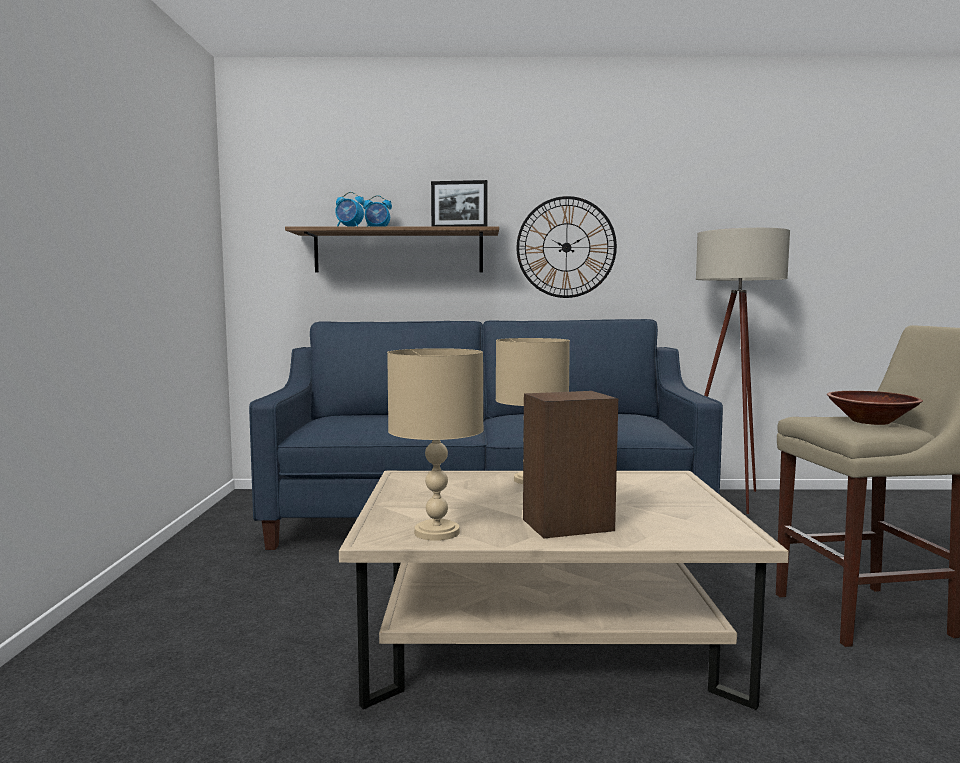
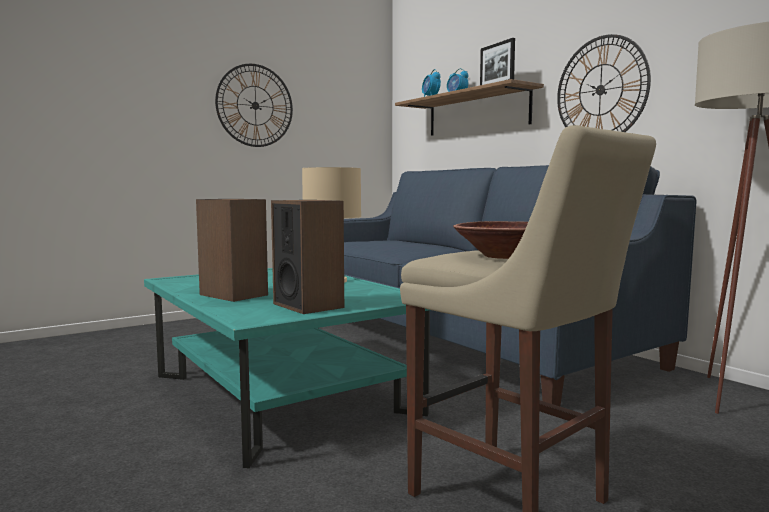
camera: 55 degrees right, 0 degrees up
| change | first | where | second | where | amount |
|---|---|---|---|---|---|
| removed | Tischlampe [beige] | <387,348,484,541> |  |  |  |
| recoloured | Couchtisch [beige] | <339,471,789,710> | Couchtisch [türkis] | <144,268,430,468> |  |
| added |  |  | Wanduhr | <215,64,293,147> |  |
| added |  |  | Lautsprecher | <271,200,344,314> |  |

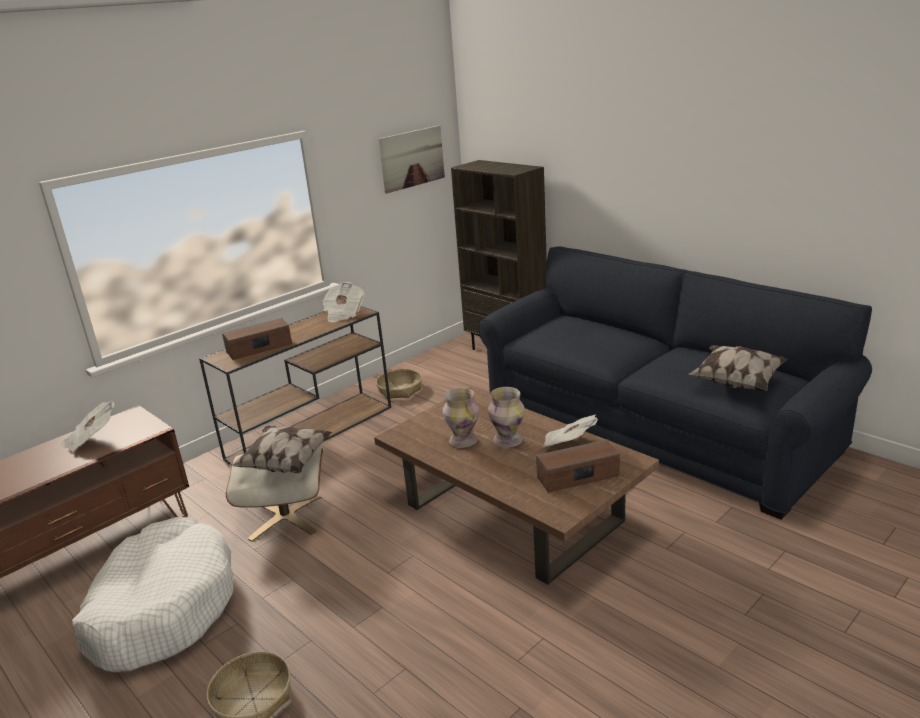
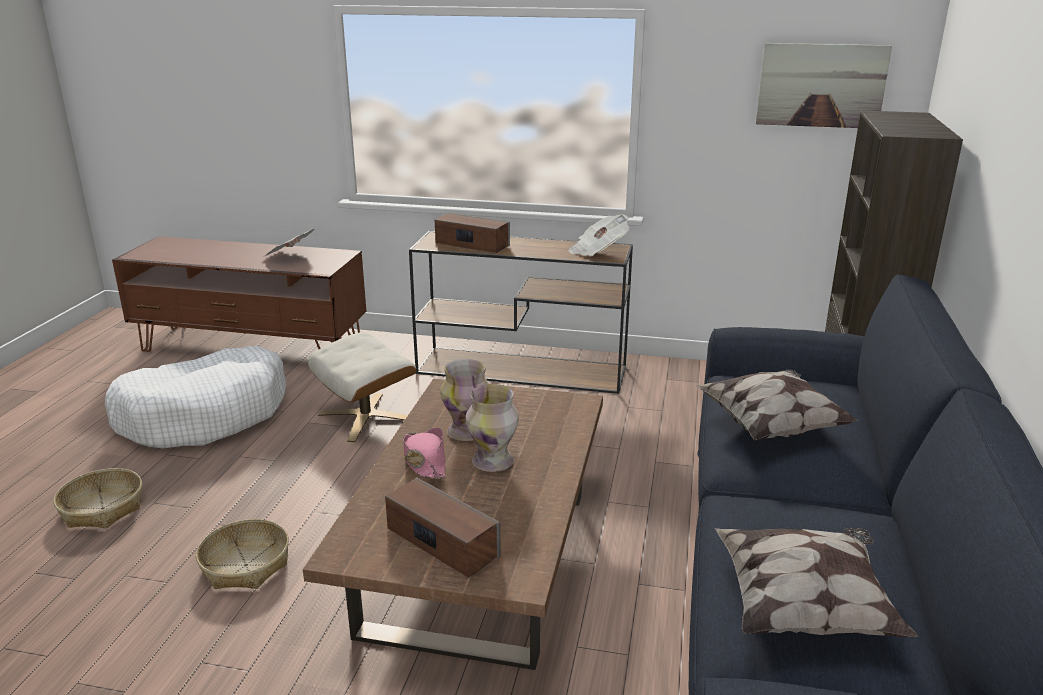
camera: 55 degrees right, 0 degrees up
| change | first | where | second | where | amount |
|---|---|---|---|---|---|
| moved | Korb | <376,369,422,399> |  | <196,519,289,589> |  |
| removed | Zeitung | <542,415,598,448> |  |  |  |
| moved | Kissen | <231,426,332,473> |  | <696,369,858,441> |  |
| added |  |  | Hut [rosa] | <403,427,445,479> |  |

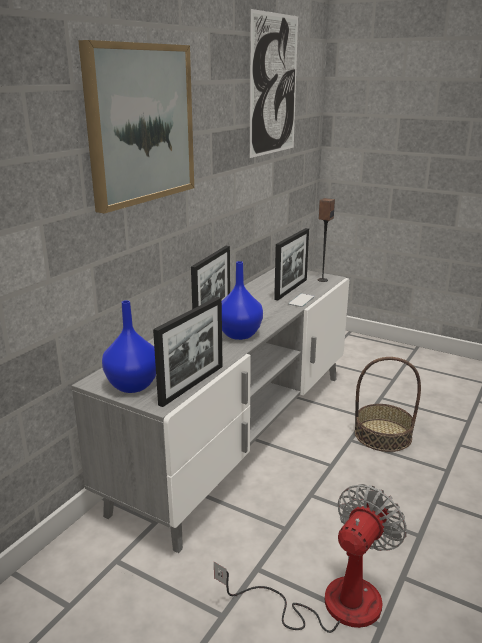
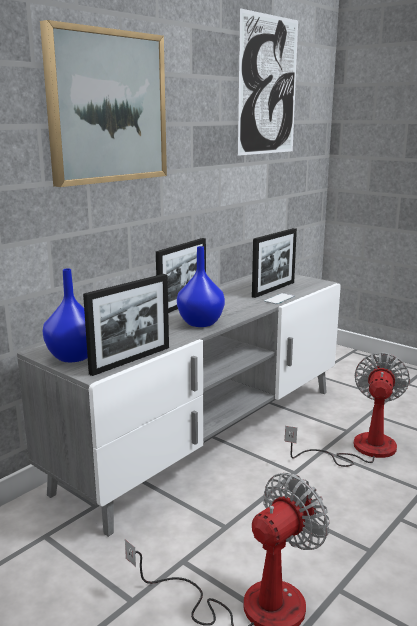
camera: 10 degrees right, 5 degrees down
| change | first | where | second | where | amount |
|---|---|---|---|---|---|
| removed | Lautsprecher | <317,198,335,282> |  |  |  |
| replaced | Korb | <355,357,421,452> | Ventilator | <285,353,410,467> |  |

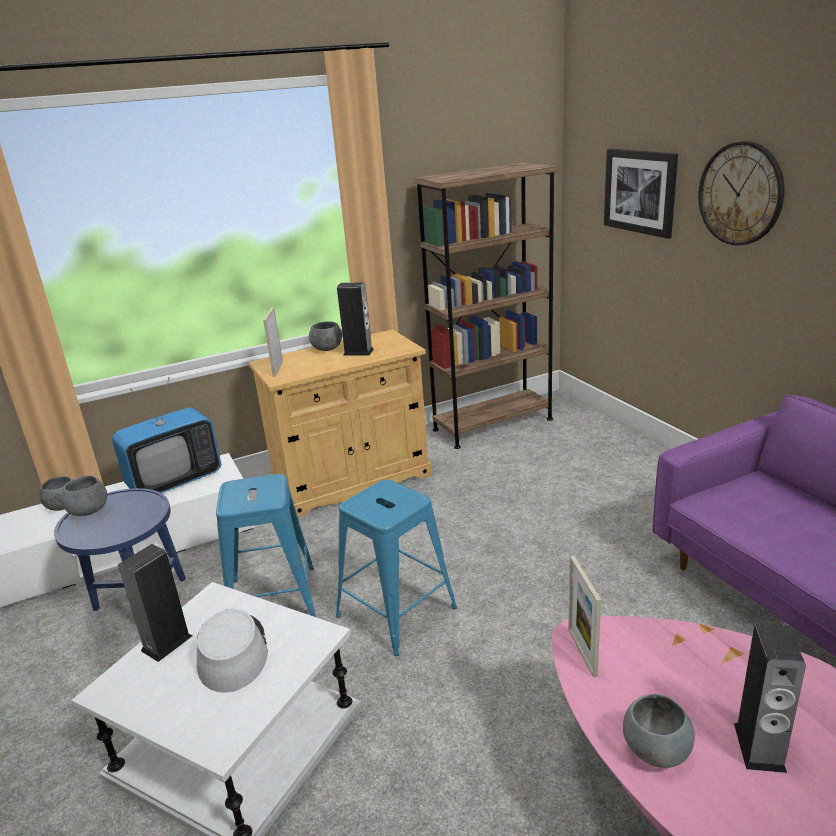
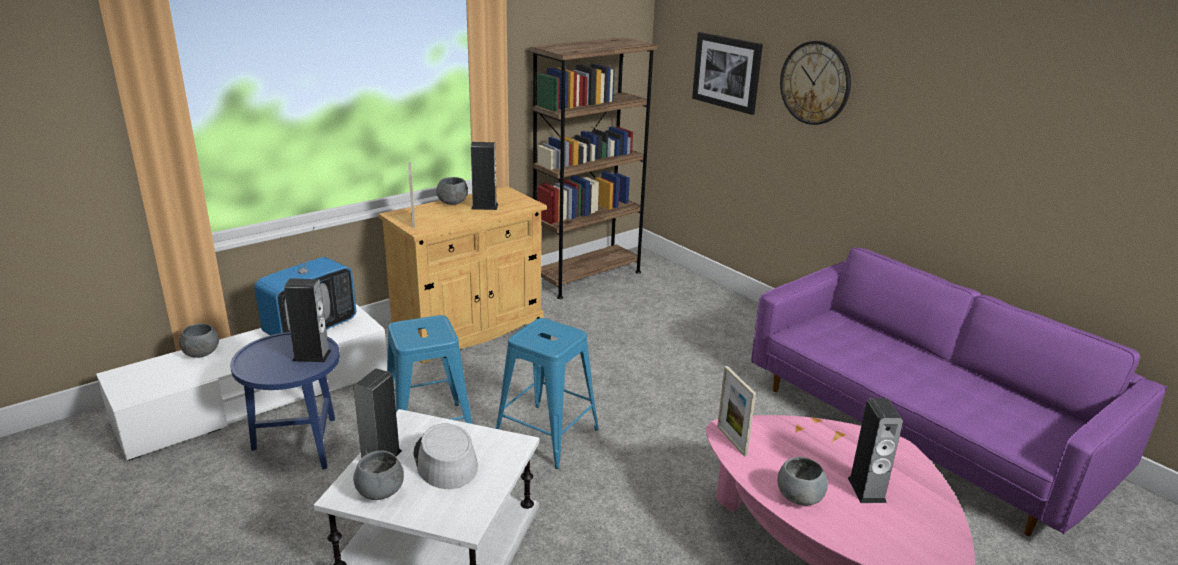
camera: 15 degrees left, 0 degrees up
| change | first | where | second | where | amount |
|---|---|---|---|---|---|
| moved | Schüssel [grau] | <61,476,107,516> |  | <353,451,404,500> |  |
| added |  |  | Lautsprecher | <284,278,331,362> |  |

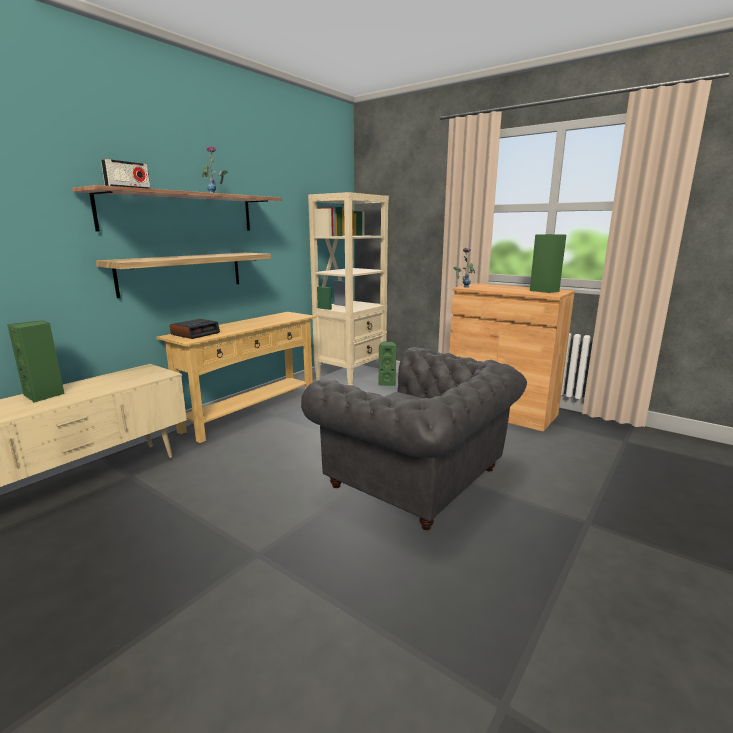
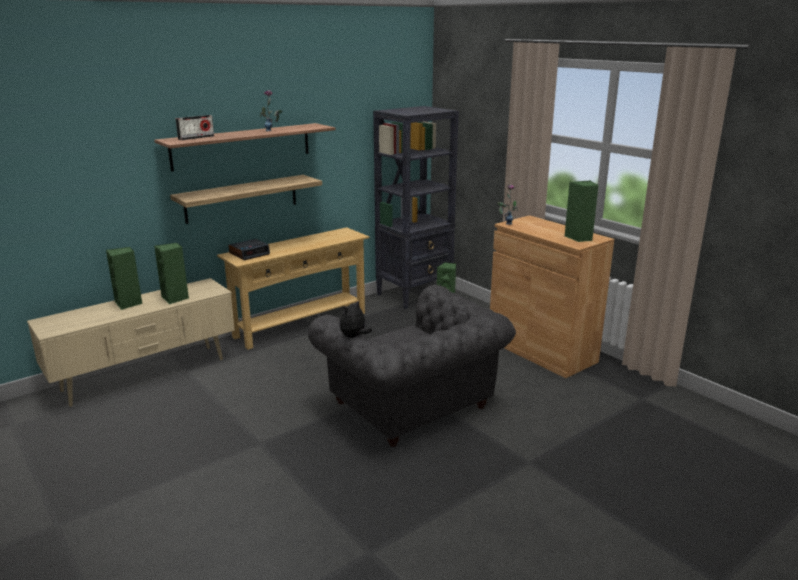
camera: 15 degrees right, 5 degrees up
| change | first | where | second | where | amount |
|---|---|---|---|---|---|
| recoloured | Bücherregal [beige] | <308,192,389,385> | Bücherregal [schwarz] | <373,106,459,309> |  |
| added |  |  | Lautsprecher [grün] | <154,243,189,304> |  |
| added |  |  | Plüschtier | <340,301,372,338> |  |

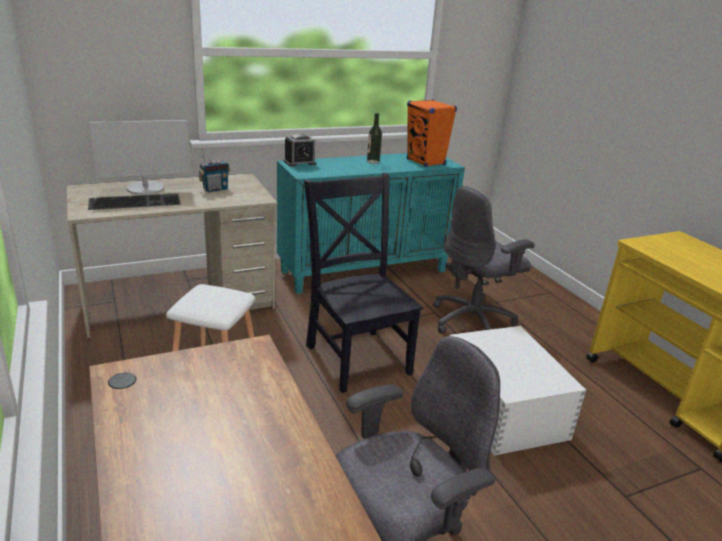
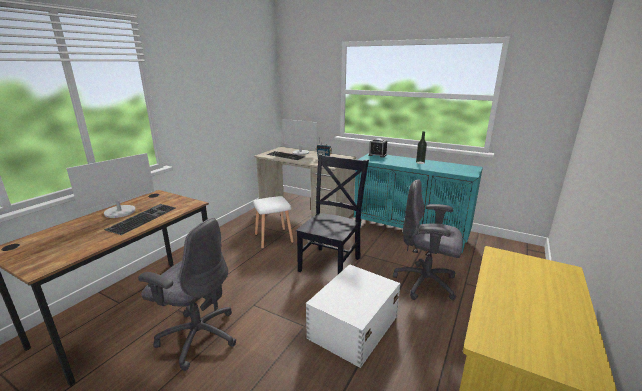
camera: 55 degrees right, 5 degrees down
| change | first | where | second | where | amount |
|---|---|---|---|---|---|
| removed | Lautsprecher [orange] | <407,99,457,167> |  |  |  |
| added |  |  | Monitor | <66,153,154,218> |  |
| added |  |  | Tastatur | <104,204,176,235> |  |

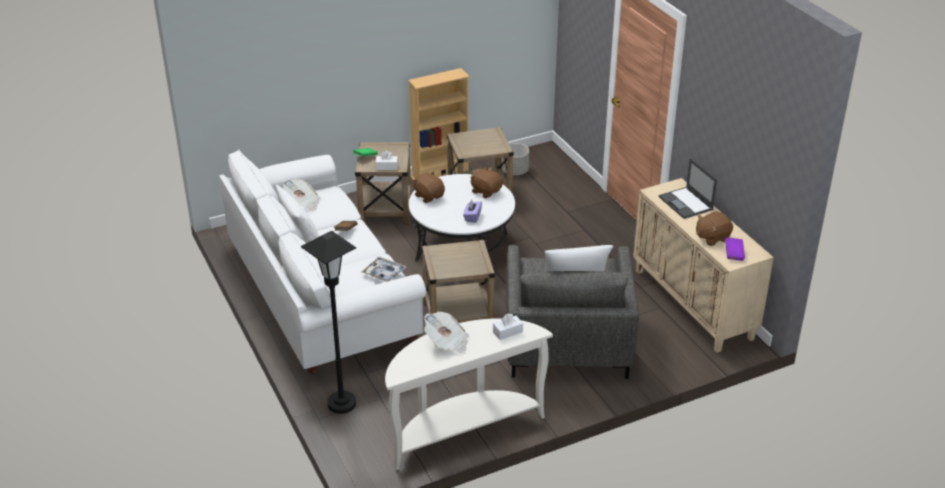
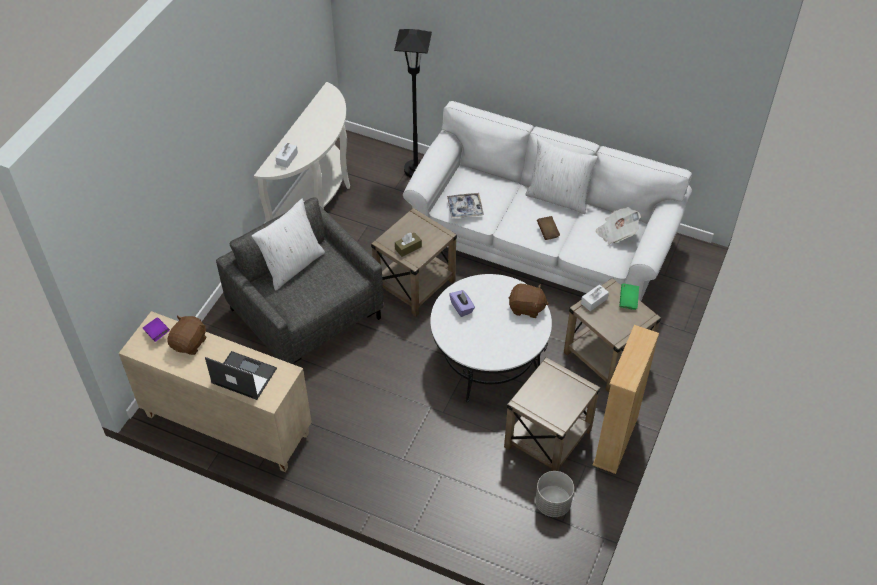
camera: 140 degrees right, 15 degrees up
| change | first | where | second | where | amount |
|---|---|---|---|---|---|
| removed | Plüschtier [braun] | <471,167,503,199> |  |  |  |
| removed | Zeitung | <424,312,469,354> |  |  |  |
| added |  |  | Taschentuchbox [braun] | <395,232,422,257> |  |

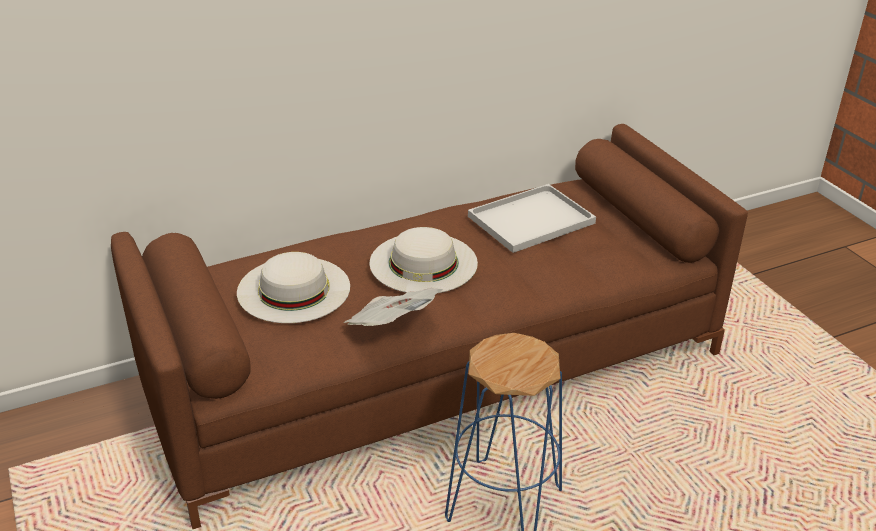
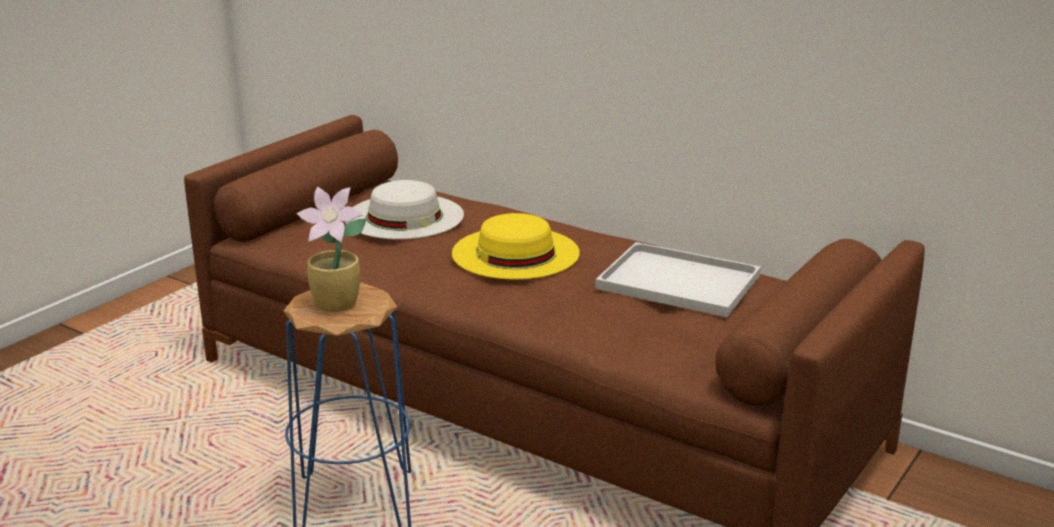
camera: 60 degrees right, 10 degrees down
| change | first | where | second | where | amount |
|---|---|---|---|---|---|
| recoloured | Hut [weiß] | <370,227,478,293> | Hut [gelb] | <452,213,580,280> |  |
| removed | Zeitung | <343,288,443,326> |  |  |  |
| added |  |  | Topfpflanze | <297,186,367,312> |  |

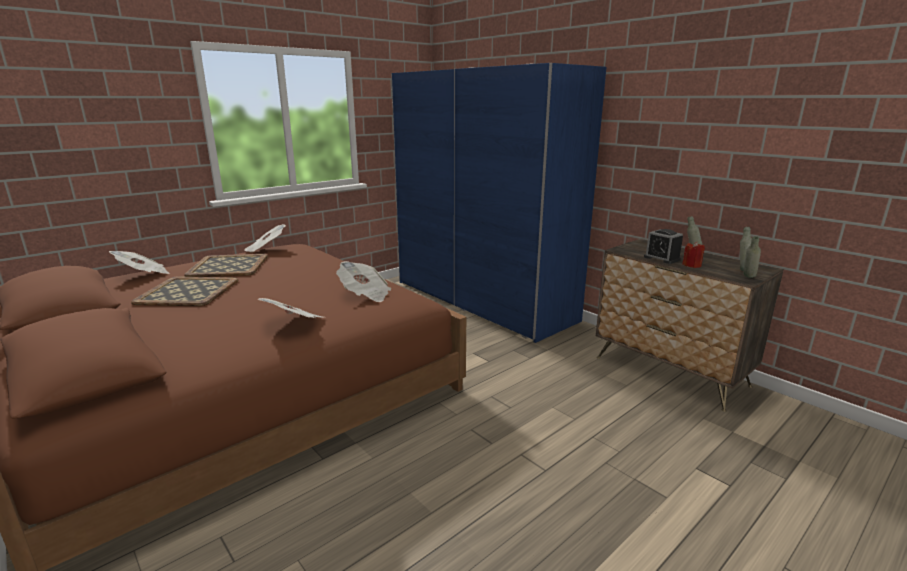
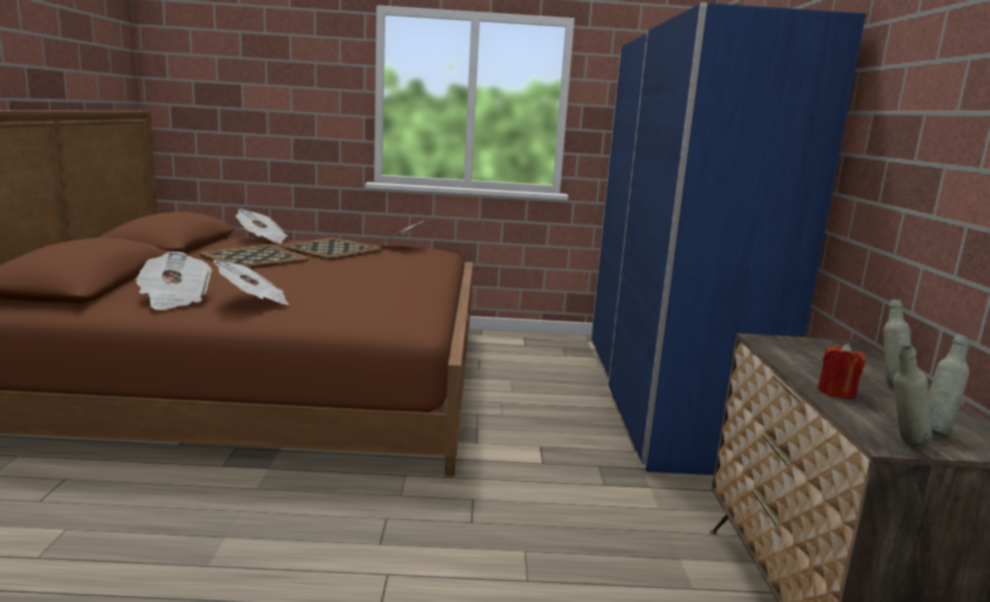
camera: 40 degrees right, 5 degrees down
| change | first | where | second | where | amount |
|---|---|---|---|---|---|
| removed | Wecker | <644,229,683,264> |  |  |  |
| moved | Zeitung | <336,261,391,302> |  | <135,252,212,310> |  |

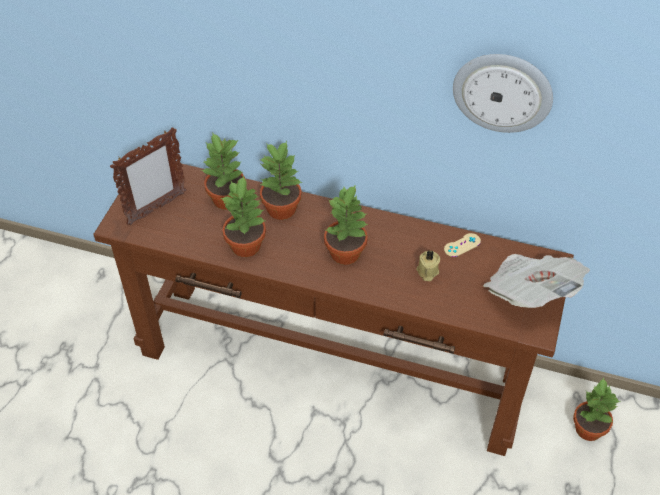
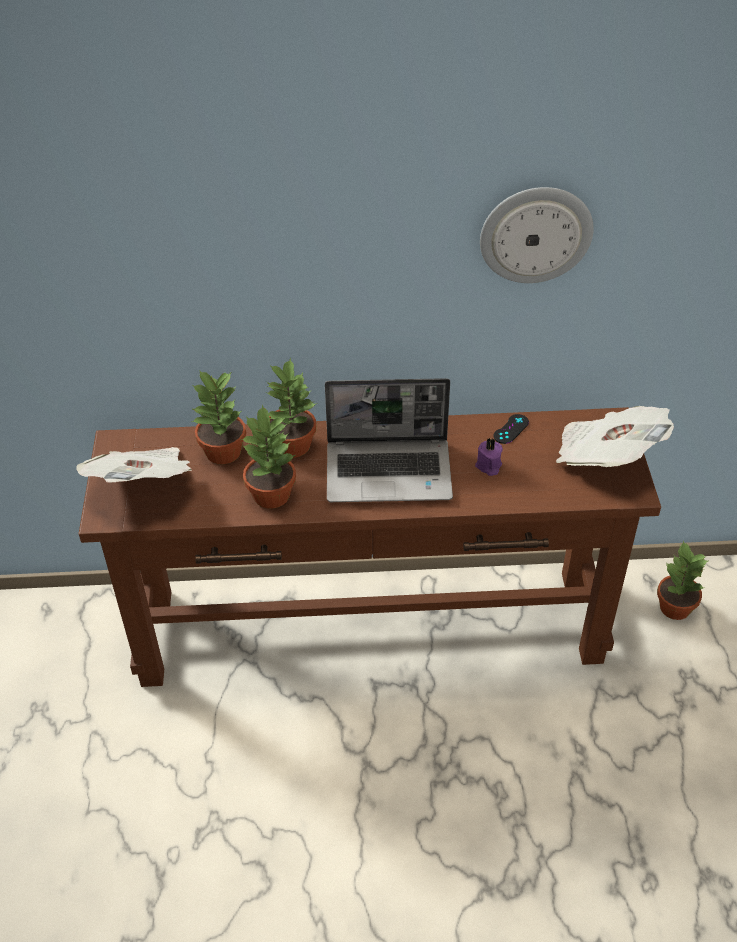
camera: 20 degrees left, 5 degrees down
| change | first | where | second | where | amount |
|---|---|---|---|---|---|
| replaced | Bilderrahmen | <110,127,187,226> | Zeitung | <76,447,192,482> |  |
| replaced | Topfpflanze | <324,184,368,265> | Laptop | <325,378,453,502> |  |
| recoloured | Gamepad [beige] | <444,233,481,257> | Gamepad [schwarz] | <494,414,529,444> |  |
| recoloured | Kerze [beige] | <416,250,440,281> | Kerze [lila] | <475,438,503,476> |  |

